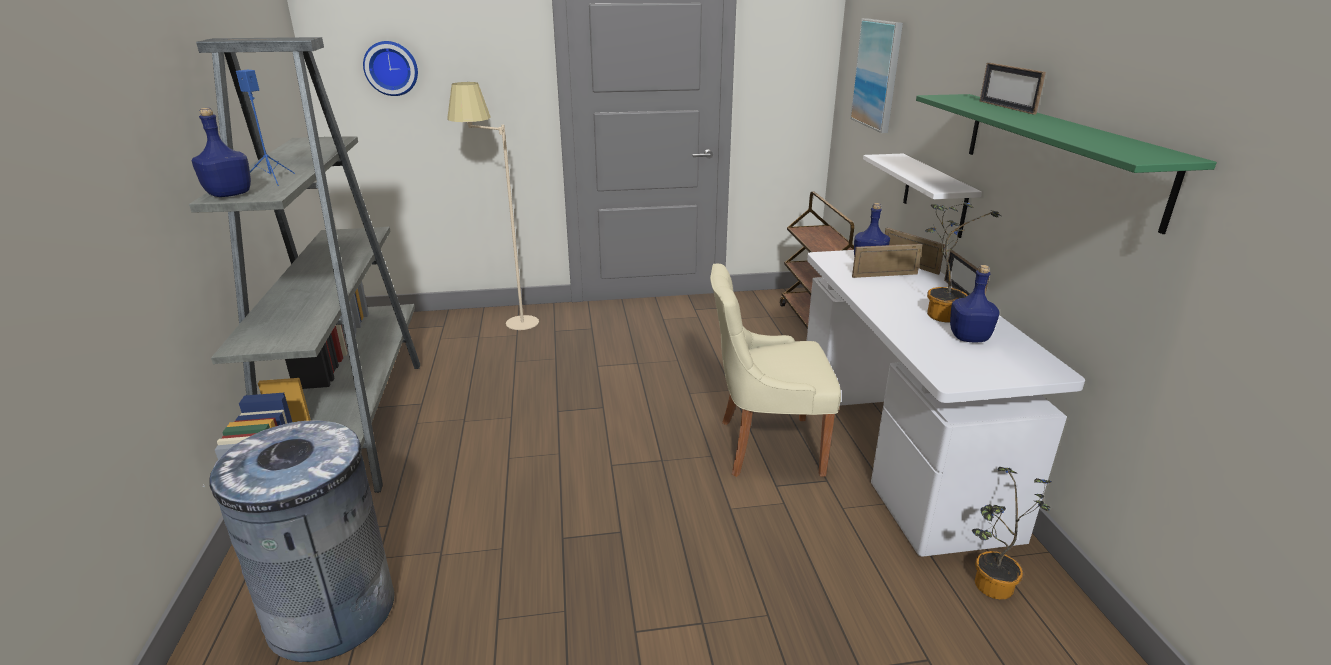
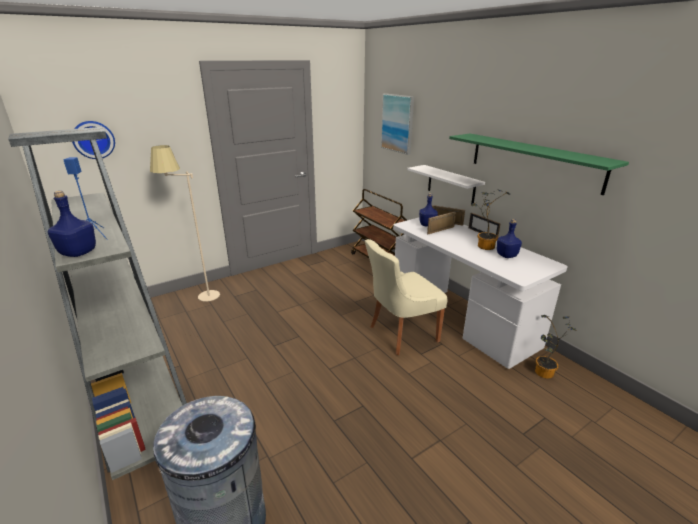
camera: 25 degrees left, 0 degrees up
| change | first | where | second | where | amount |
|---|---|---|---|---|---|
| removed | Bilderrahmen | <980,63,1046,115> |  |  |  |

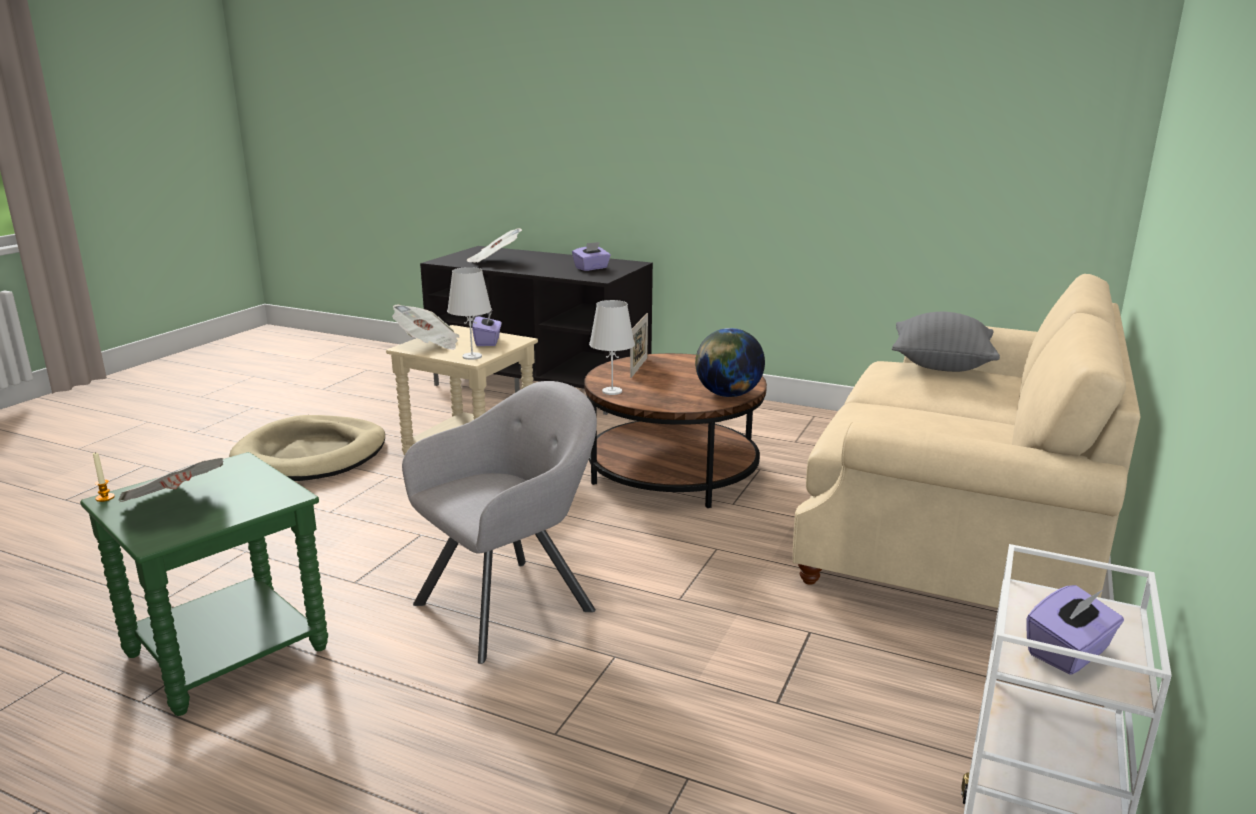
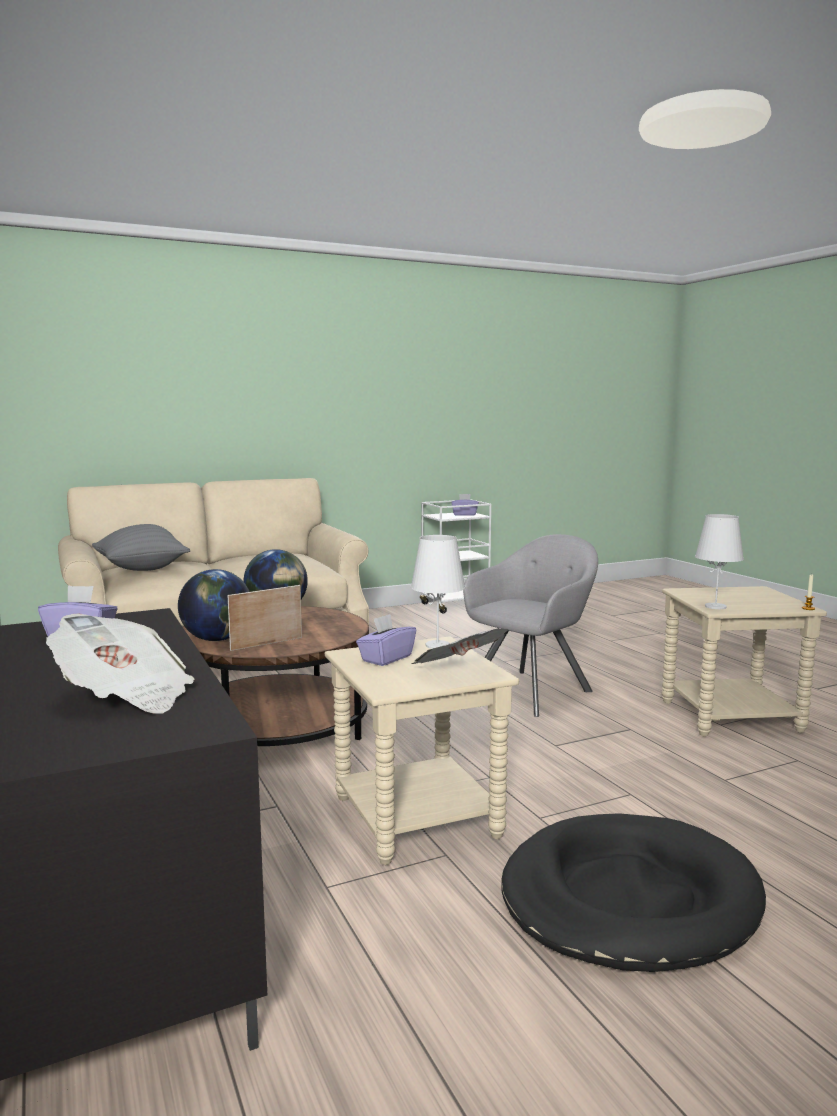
camera: 140 degrees left, 10 degrees down
| change | first | where | second | where | amount |
|---|---|---|---|---|---|
| moved | Tischlampe [weiß] | <589,300,635,395> |  | <695,514,744,609> |  |
| turned | Sessel [grau] | <402,381,597,664> |  | <463,534,598,717> | 135 degrees clockwise |
| recoloured | Hundebett [beige] | <229,415,385,481> | Hundebett [schwarz] | <502,813,766,972> |  |
| recoloured | Beistelltisch [grün] | <80,452,328,716> | Beistelltisch [beige] | <662,586,827,737> |  |
| removed | Zeitung | <118,458,224,502> |  |  |  |
| added |  |  | Globus | <178,569,249,641> |  |

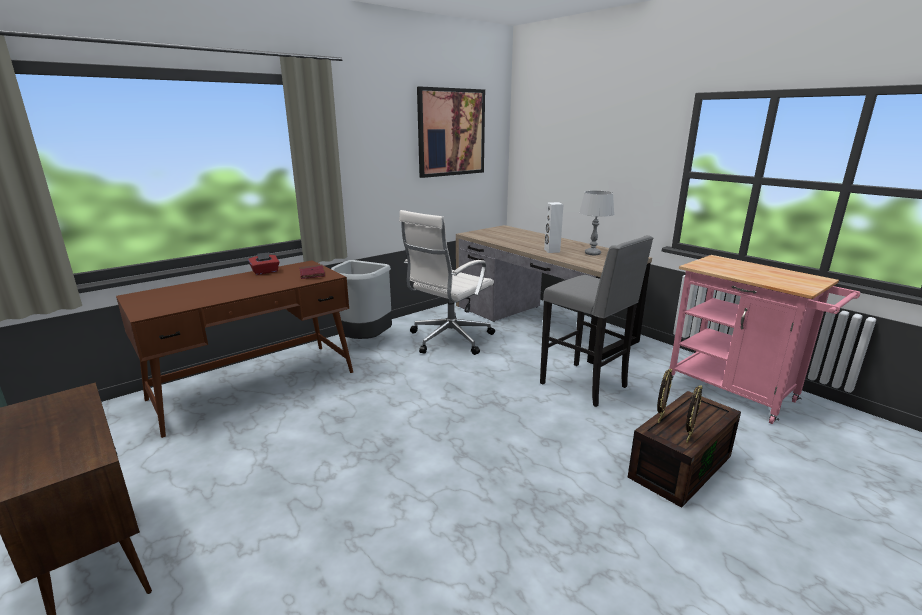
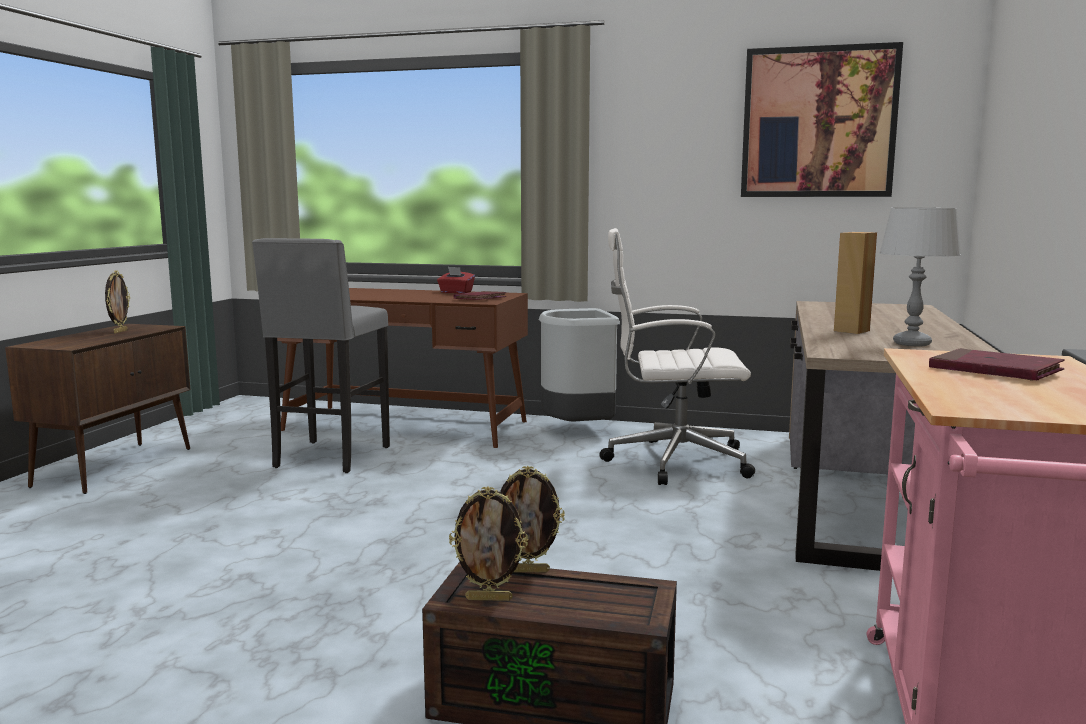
camera: 55 degrees right, 10 degrees down
| change | first | where | second | where | amount |
|---|---|---|---|---|---|
| recoloured | Lautsprecher [weiß] | <544,202,564,253> | Lautsprecher [braun] | <834,232,877,334> |  |
| moved | Hocker [grau] | <540,235,653,407> |  | <252,238,390,473> |  |
| added |  |  | Bilderrahmen | <105,270,130,334> |  |
| added |  |  | Buch [rot] | <929,348,1065,381> |  |

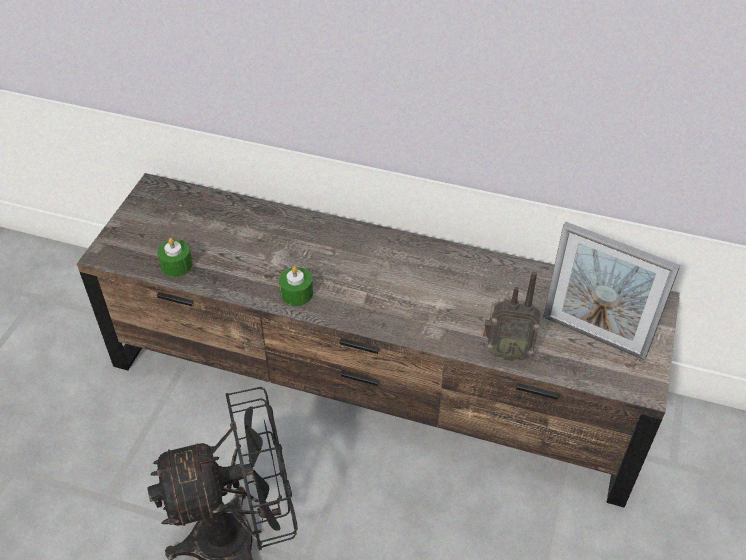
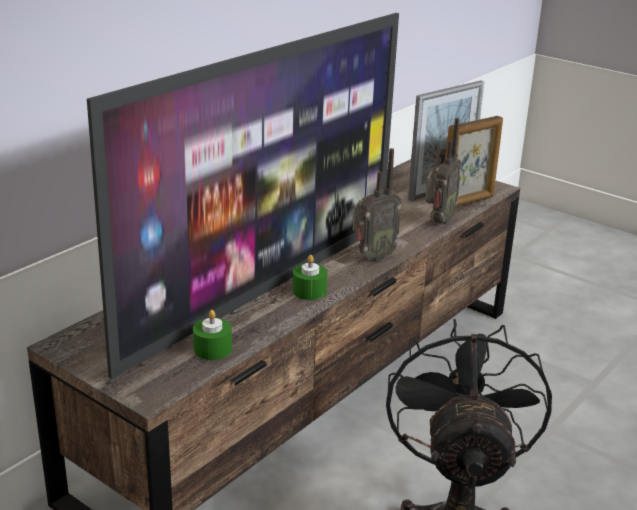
camera: 70 degrees left, 20 degrees down
| change | first | where | second | where | amount |
|---|---|---|---|---|---|
| added |  |  | Fernseher | <87,13,399,379> |  |
| added |  |  | Bilderrahmen | <445,116,503,206> |  |
| added |  |  | Radio | <353,148,401,261> |  |

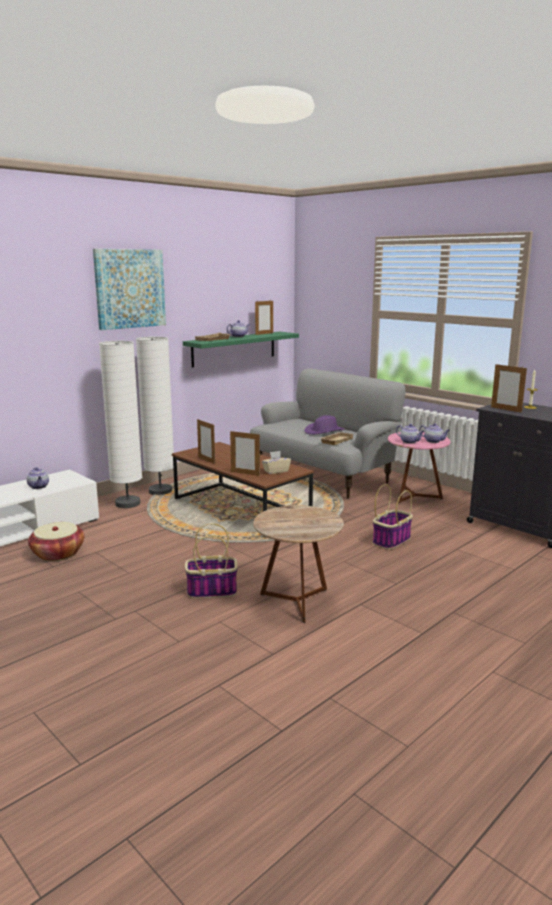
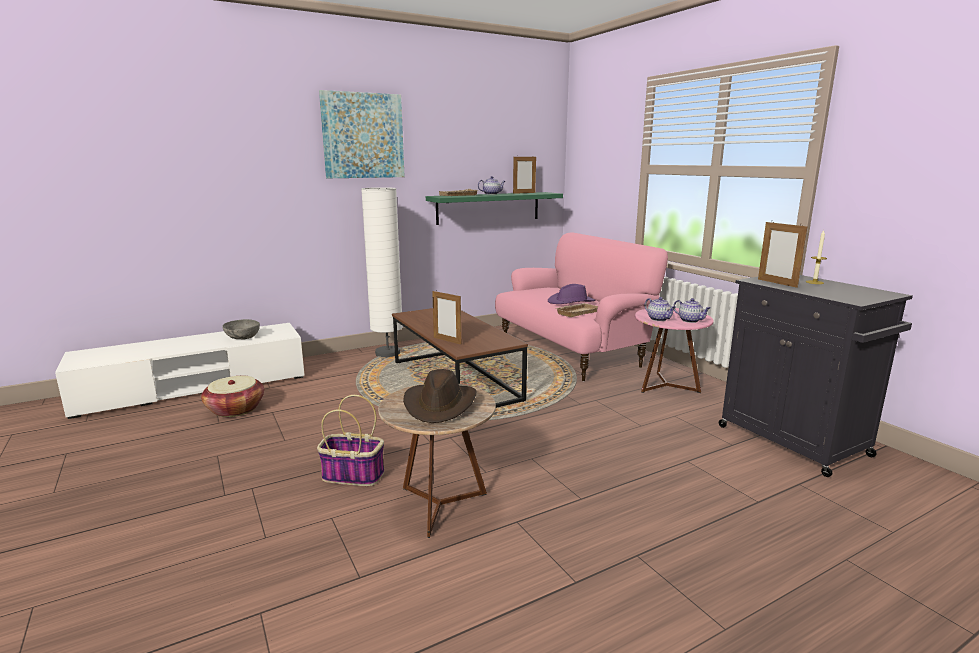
camera: 15 degrees right, 0 degrees up
| change | first | where | second | where | amount |
|---|---|---|---|---|---|
| removed | Stehlampe [weiß] | <99,341,142,508> |  |  |  |
| recoloured | Sofa [grau] | <250,368,406,499> | Sofa [rosa] | <495,232,668,381> |  |
| removed | Bilderrahmen | <197,419,215,464> |  |  |  |
| removed | Taschentuchbox [beige] | <262,451,291,474> |  |  |  |
| replaced | Teekanne | <27,467,49,489> | Schüssel [grau] | <222,319,260,339> |  |
| removed | Korb | <373,484,413,550> |  |  |  |
| added |  |  | Hut [braun] | <403,369,476,423> |  |

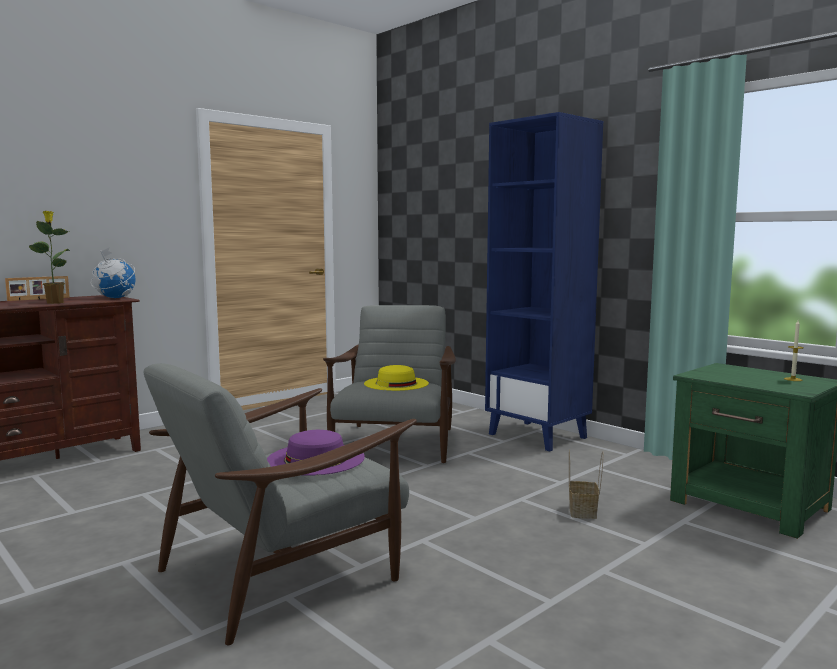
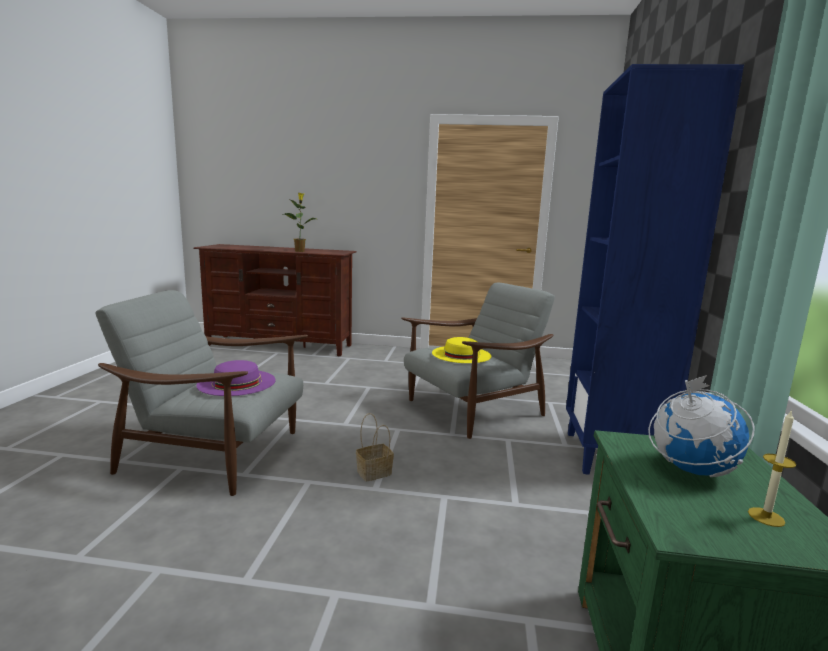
camera: 50 degrees right, 5 degrees up
| change | first | where | second | where | amount |
|---|---|---|---|---|---|
| moved | Globus | <91,247,136,298> |  | <648,375,754,477> |  |
| removed | Bilderrahmen | <5,276,70,301> |  |  |  |
| moved | Korb | <569,450,603,519> |  | <356,413,394,481> |  |

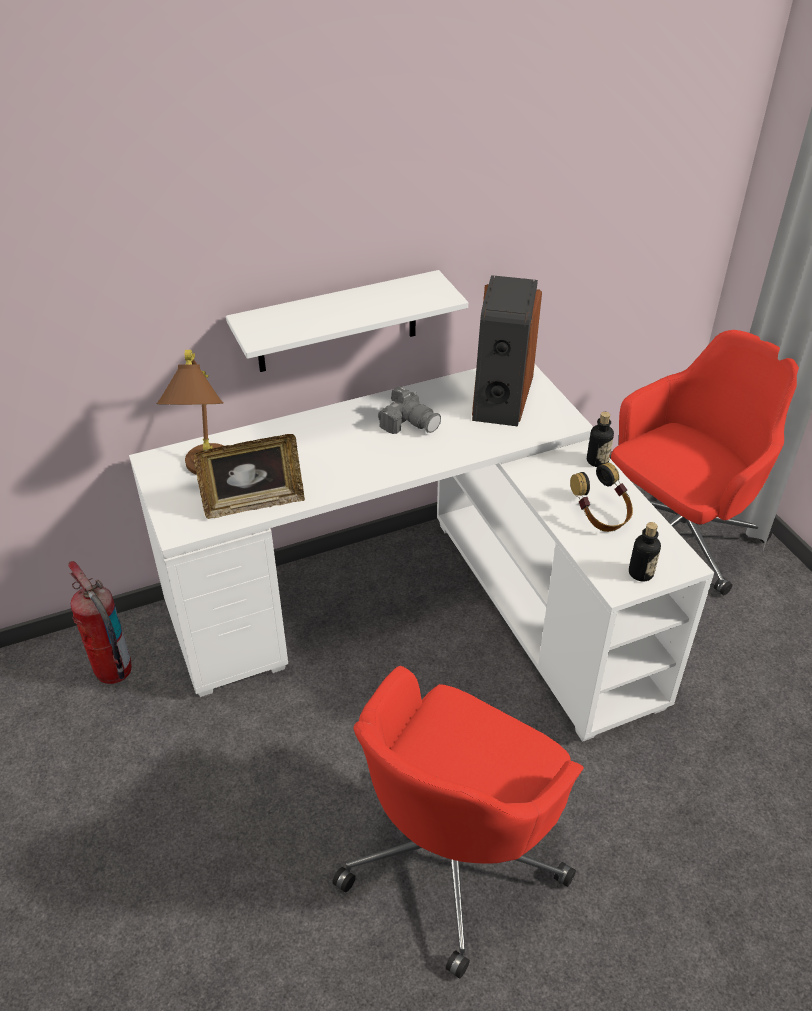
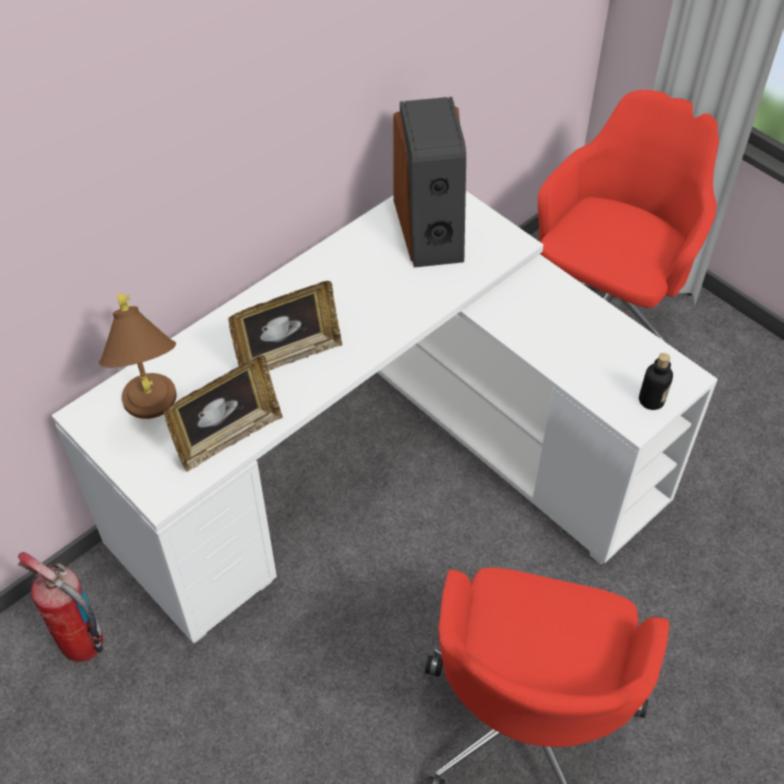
camera: 20 degrees left, 10 degrees up
| change | first | where | second | where | amount |
|---|---|---|---|---|---|
| removed | Wandregal [weiß] | <226,270,468,372> |  |  |  |
| removed | Kamera | <378,386,441,434> |  |  |  |
| removed | Flasche | <587,412,614,467> |  |  |  |
| removed | Kopfhörer | <570,462,633,532> |  |  |  |
| added |  |  | Bilderrahmen | <228,281,342,371> |  |

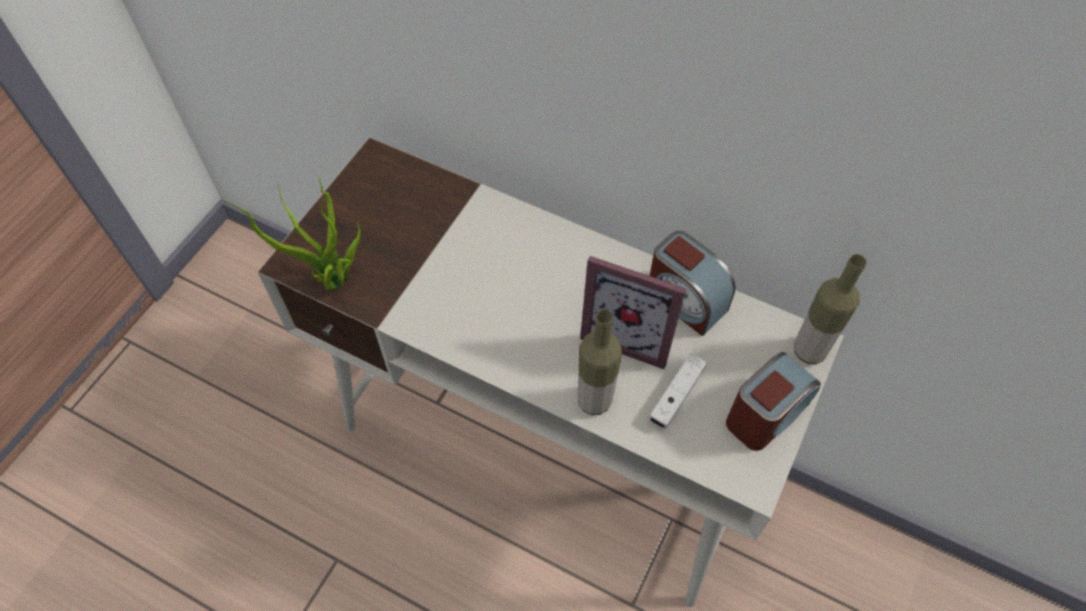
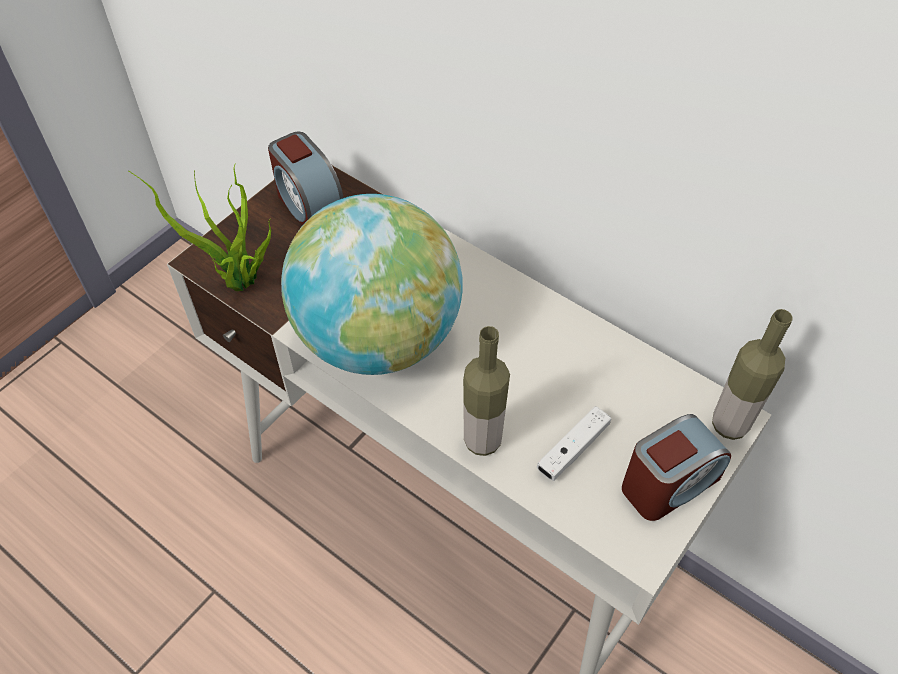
camera: 10 degrees right, 5 degrees down
| change | first | where | second | where | amount |
|---|---|---|---|---|---|
| moved | Wecker | <650,231,736,336> |  | <268,132,343,226> |  |
| removed | Bilderrahmen | <580,256,686,369> |  |  |  |
| added |  |  | Globus | <281,194,463,375> |  |

